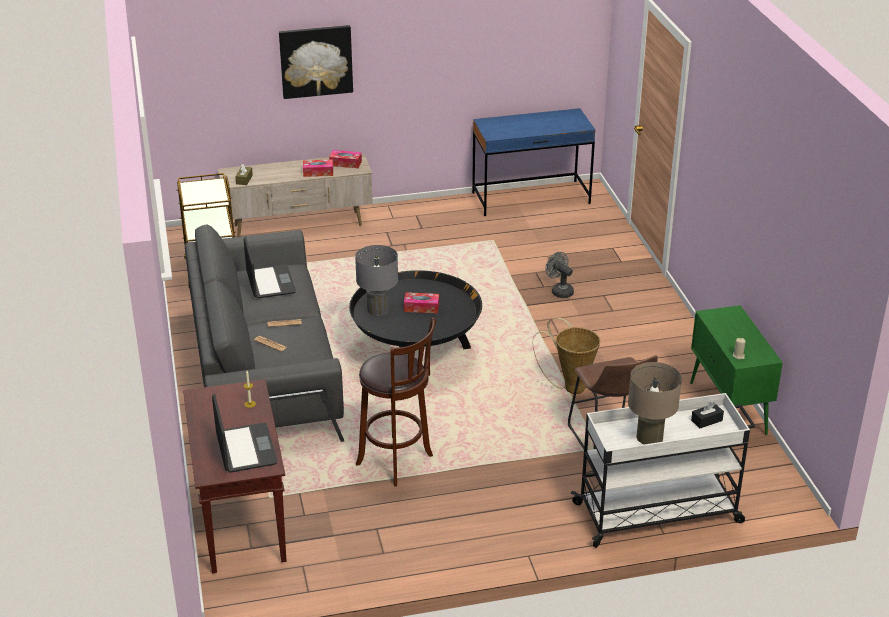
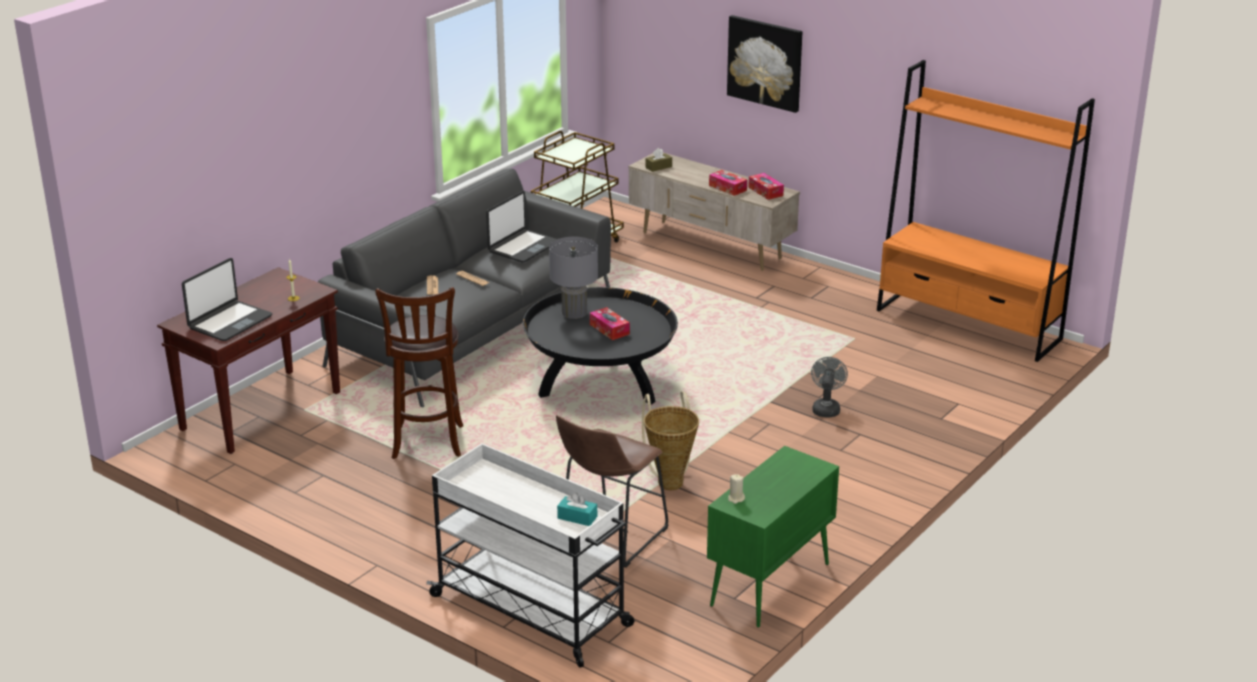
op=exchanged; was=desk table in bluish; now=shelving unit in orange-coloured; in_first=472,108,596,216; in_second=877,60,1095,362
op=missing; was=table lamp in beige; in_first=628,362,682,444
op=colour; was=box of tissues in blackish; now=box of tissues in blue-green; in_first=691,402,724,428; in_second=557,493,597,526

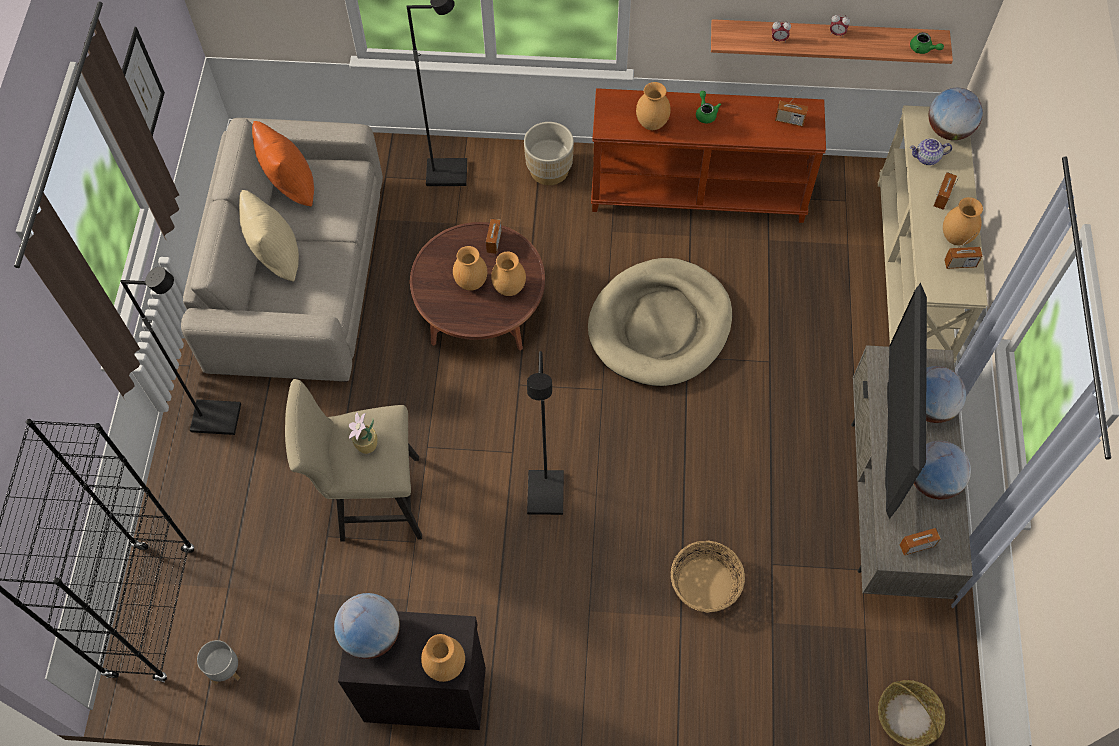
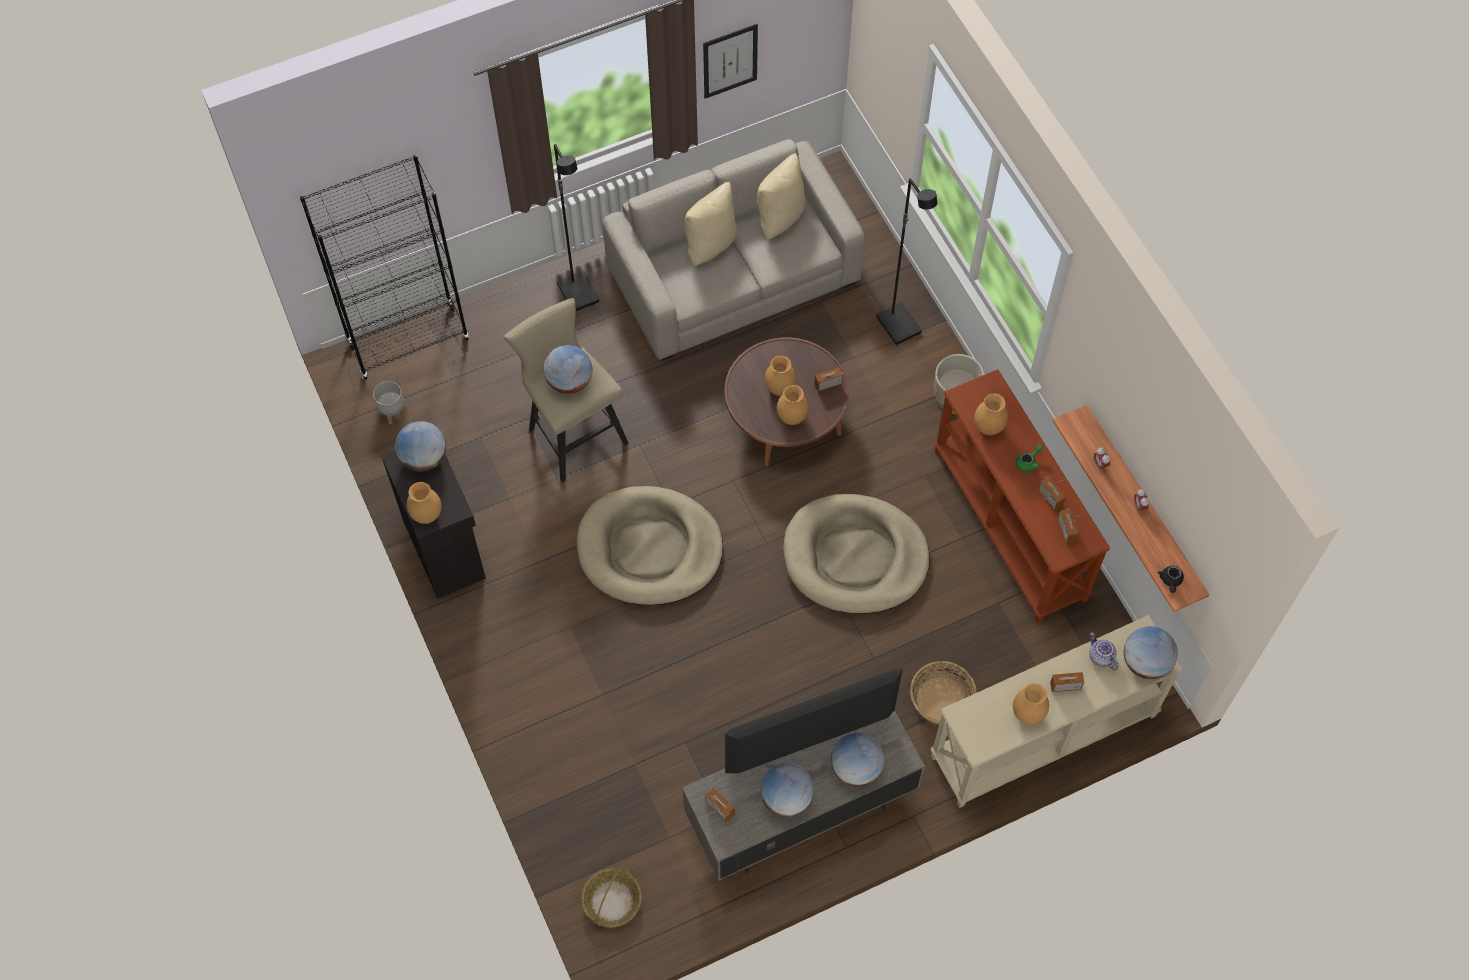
op=colour; was=tea pot in green; now=tea pot in blackish; in_first=910,32,944,54; in_second=1158,566,1184,593
op=colour; was=pillow in orange-coloured; now=pillow in beige; in_first=252,121,314,207; in_second=757,153,806,240
op=relocated; was=radio; in_first=944,233,982,269; in_second=1038,476,1066,510
op=exchanged; was=standard lamp in blackish; now=dog bed in beige; in_first=527,351,564,515; in_second=577,486,723,606
op=exchanged; was=houseplant; now=world globe; in_first=349,412,378,454; in_second=543,345,593,394
op=relocated; was=basket; in_first=671,540,745,613; in_second=910,661,977,724

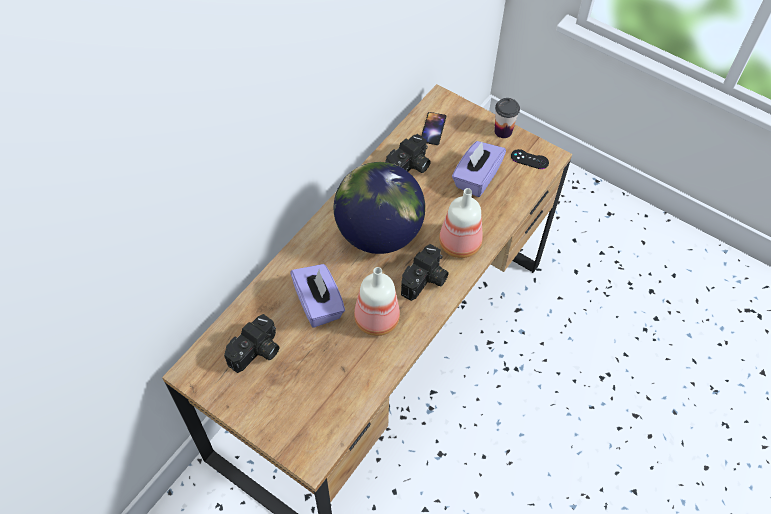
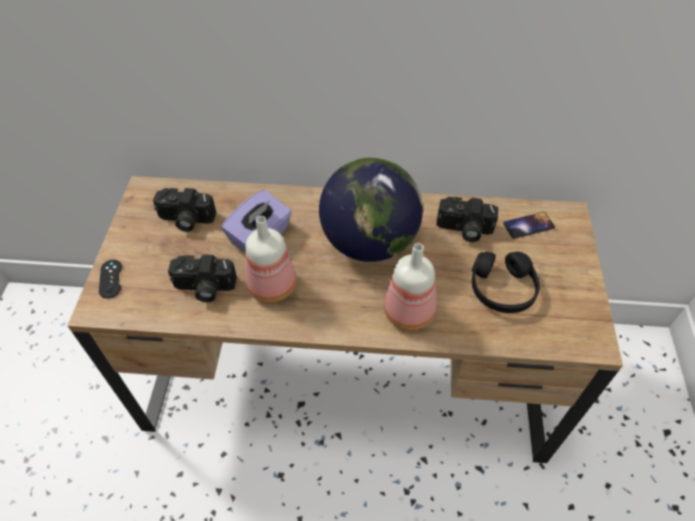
op=missing; was=small cup; in_first=494,98,520,138
op=exchanged; was=box of tissues in purple-coloured; now=headphones in blackish; in_first=452,141,506,197; in_second=472,252,540,313
op=relocated; was=joypad in blackish; in_first=511,149,549,169; in_second=99,260,122,299
op=relocated; was=photo camera; in_first=401,244,449,301; in_second=168,255,237,303

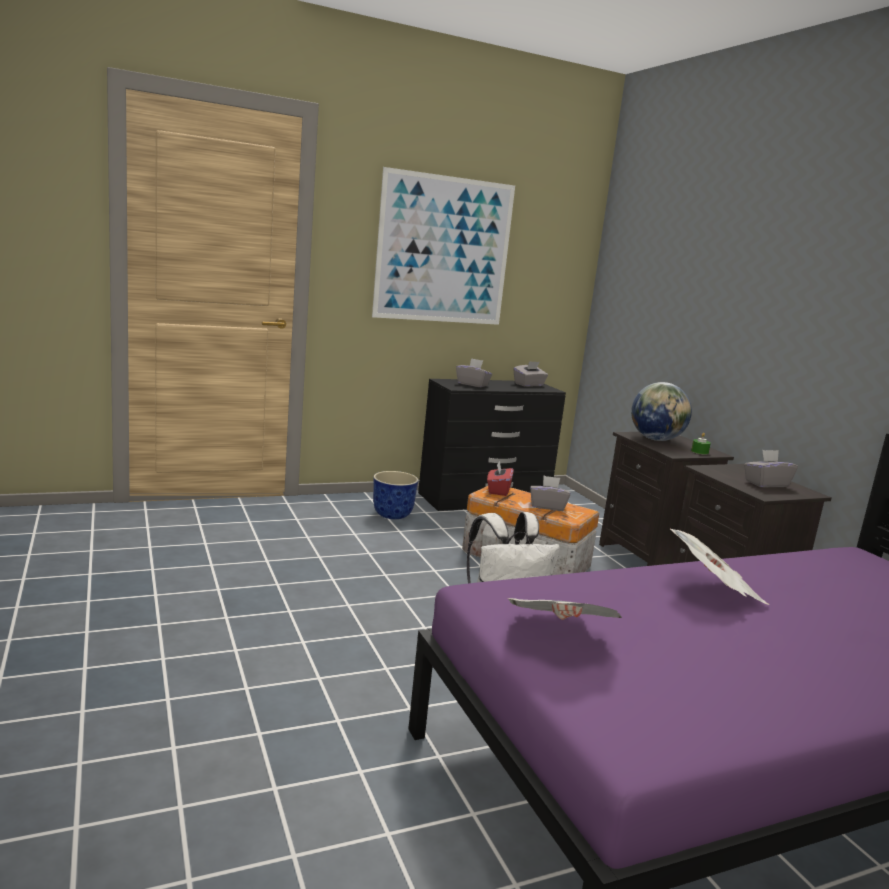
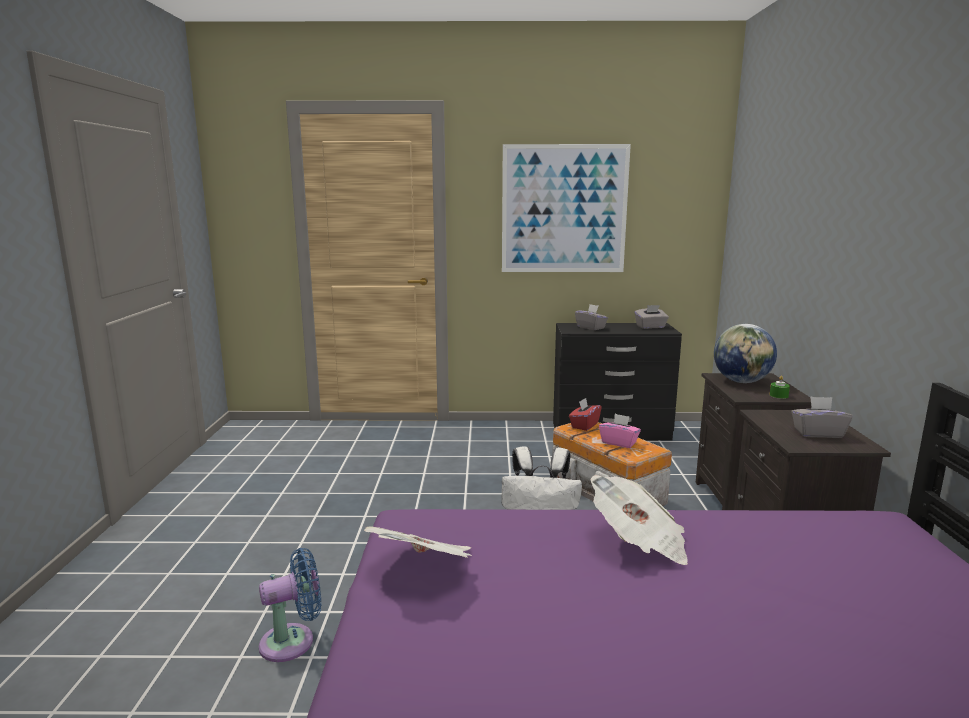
op=missing; was=flower pot; in_first=373,471,418,519
op=colour; was=box of tissues in grey; now=box of tissues in pink; in_first=530,475,570,511; in_second=599,414,641,448
op=appeared; now=fan in bluish; in_second=259,548,321,662

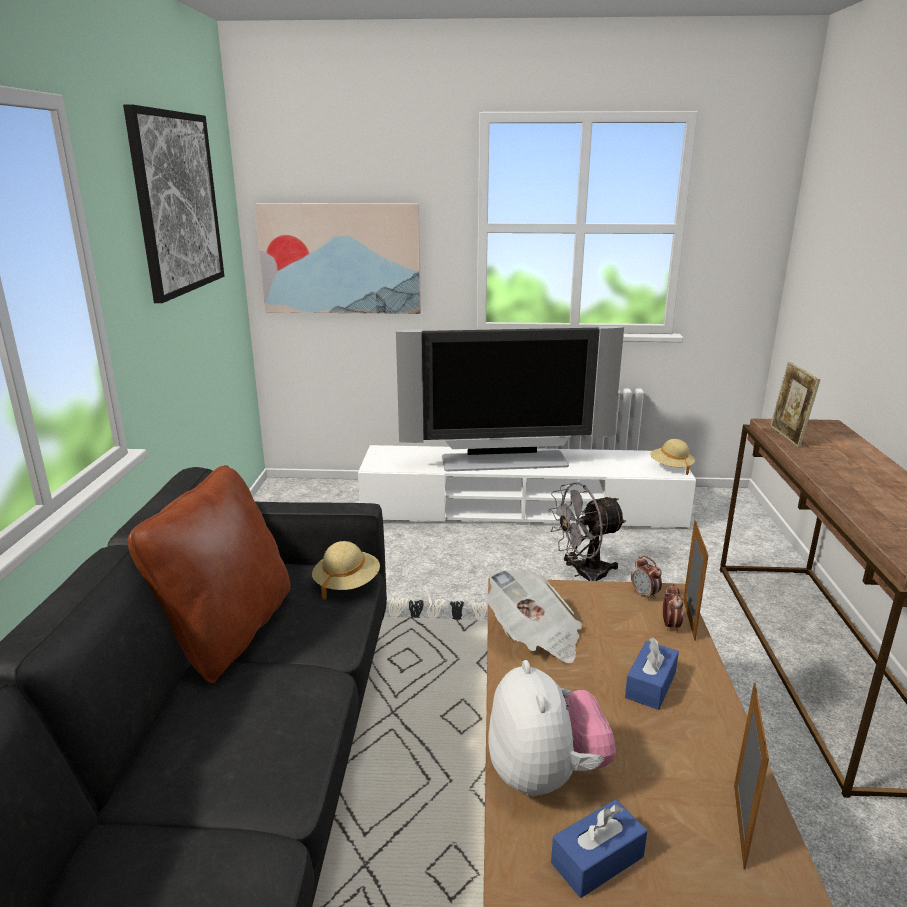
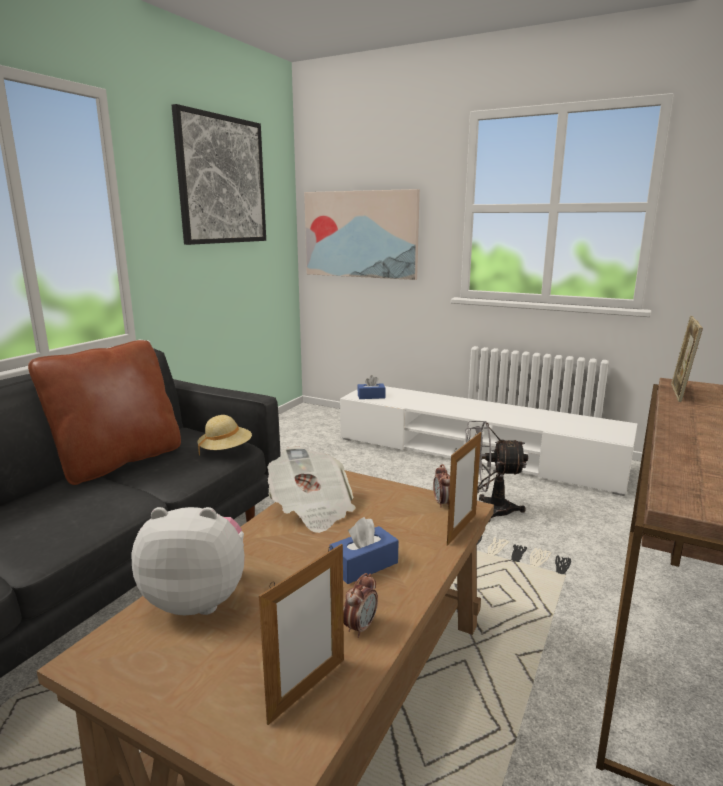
op=missing; was=TV set; in_first=396,326,624,471
op=missing; was=wearable hat in beige; in_first=650,439,695,475
op=relocated; was=bedside clock; in_first=663,583,684,632; in_second=343,573,378,638
op=spun; was=soft toy; in_first=488,660,616,796; in_second=132,507,245,616; clockwise=-105
op=relocated; was=box of tissues in bluish; in_first=551,799,647,898; in_second=357,375,386,399

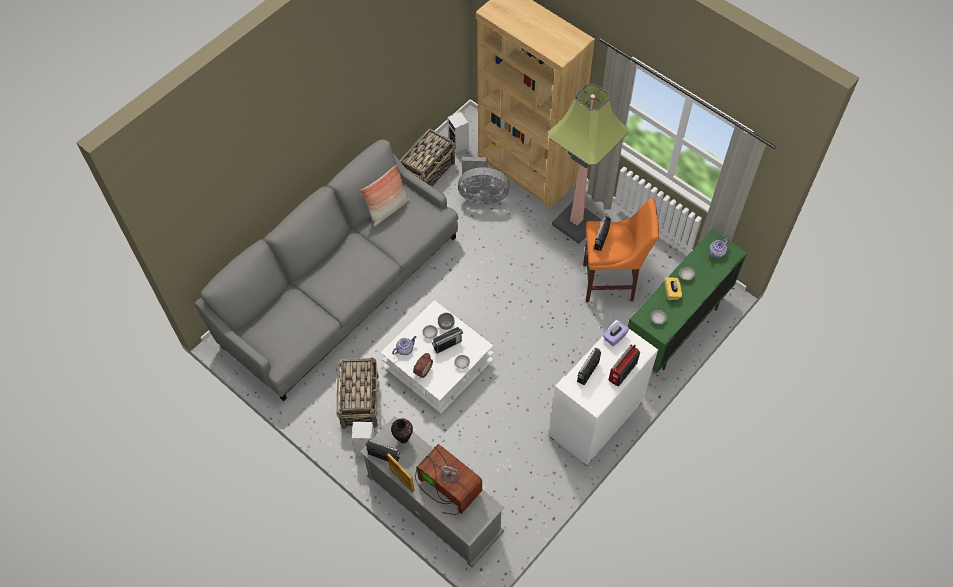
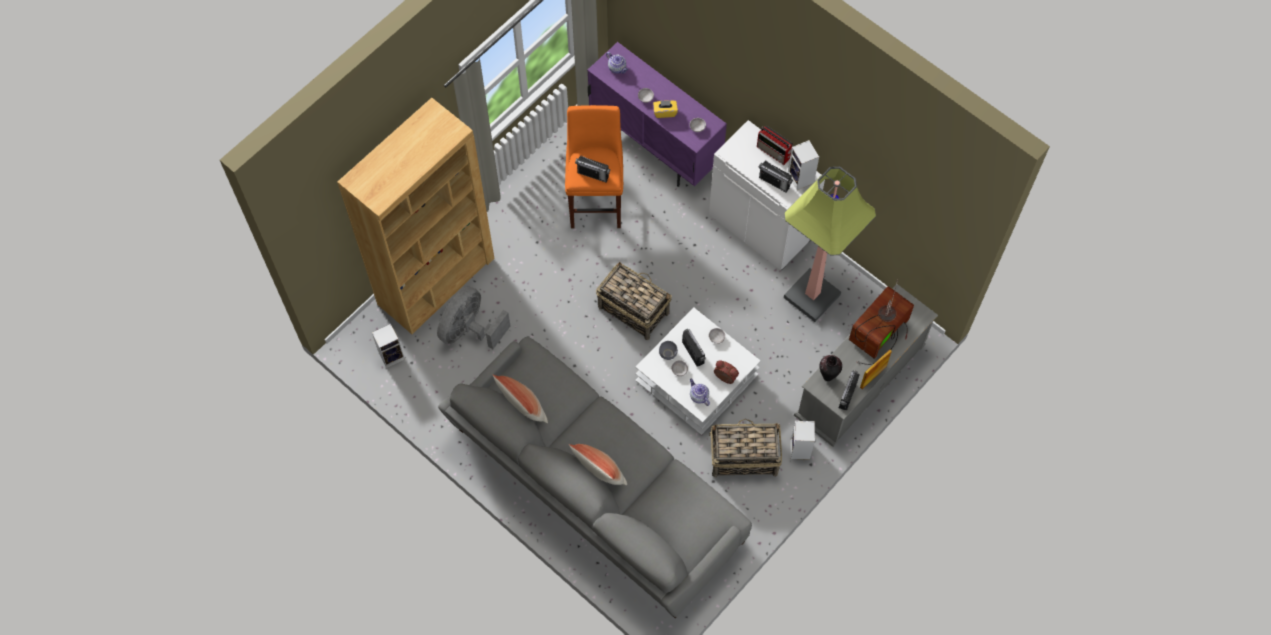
op=relocated; was=standard lamp; in_first=548,84,628,244; in_second=784,167,876,322
op=relocated; was=basket; in_first=400,129,456,187; in_second=596,262,672,340
op=spun; was=fan in grey; in_first=458,157,510,204; in_second=437,287,510,349; clockwise=-150
op=colour; was=cabinet in green; now=cabinet in purple-coloured; in_first=628,230,747,374; in_second=587,42,727,187
op=missing; was=box of tissues in purple-coloured; in_first=603,321,629,346
op=appeared; now=speaker; in_second=788,140,819,190
op=appeared; now=pillow; in_second=569,444,627,485

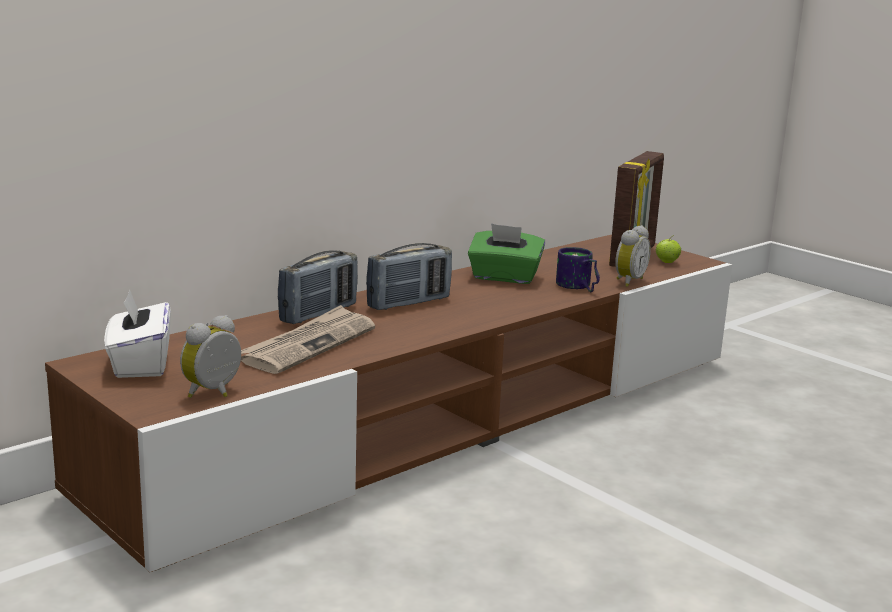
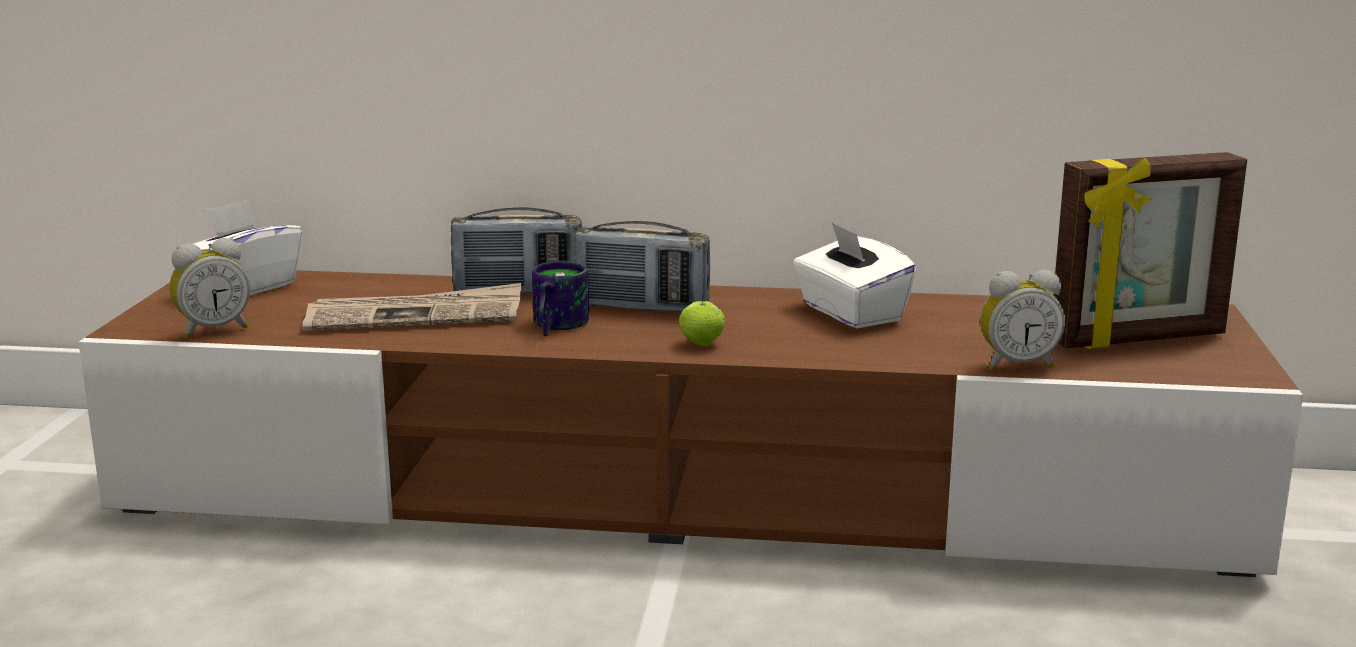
op=colour; was=box of tissues in green; now=box of tissues in white-coloured; in_first=468,223,545,284; in_second=794,222,916,328
op=relocated; was=apple; in_first=656,235,681,263; in_second=679,296,725,346
op=relocated; was=coffee mug; in_first=556,247,600,292; in_second=532,261,589,336
op=spun; was=bedside clock; in_first=180,315,241,398; in_second=169,238,250,339; clockwise=150

